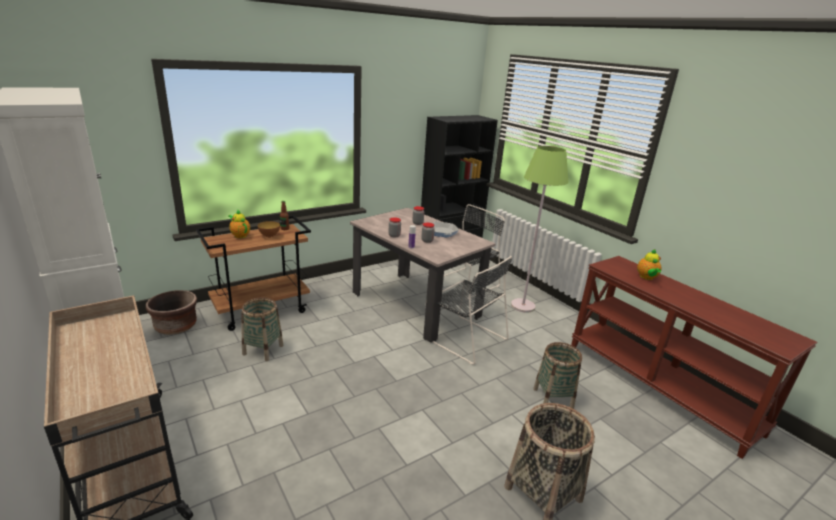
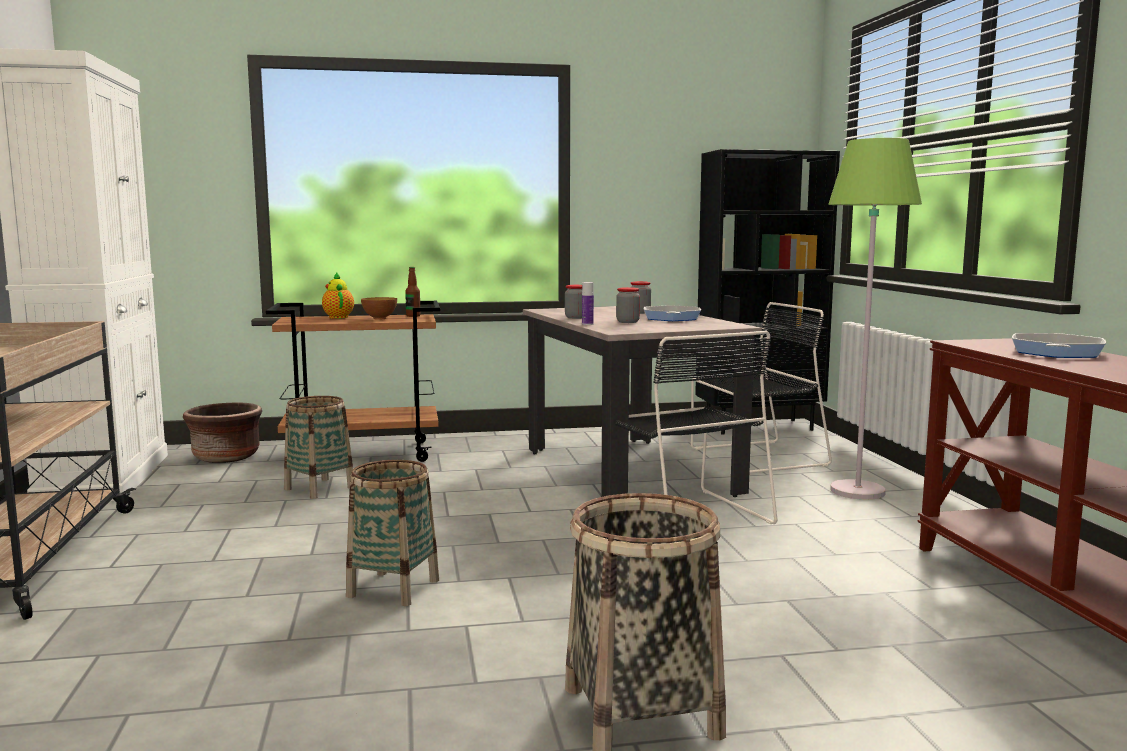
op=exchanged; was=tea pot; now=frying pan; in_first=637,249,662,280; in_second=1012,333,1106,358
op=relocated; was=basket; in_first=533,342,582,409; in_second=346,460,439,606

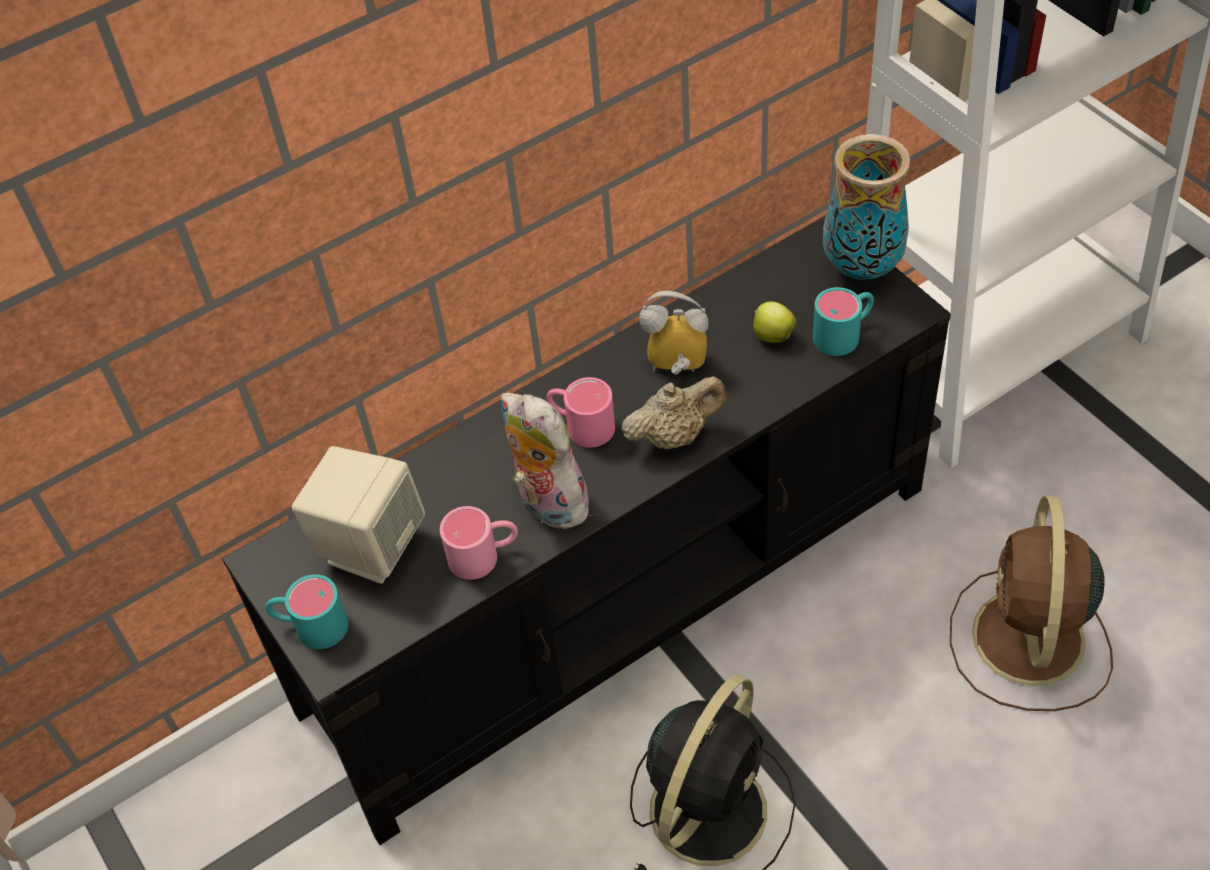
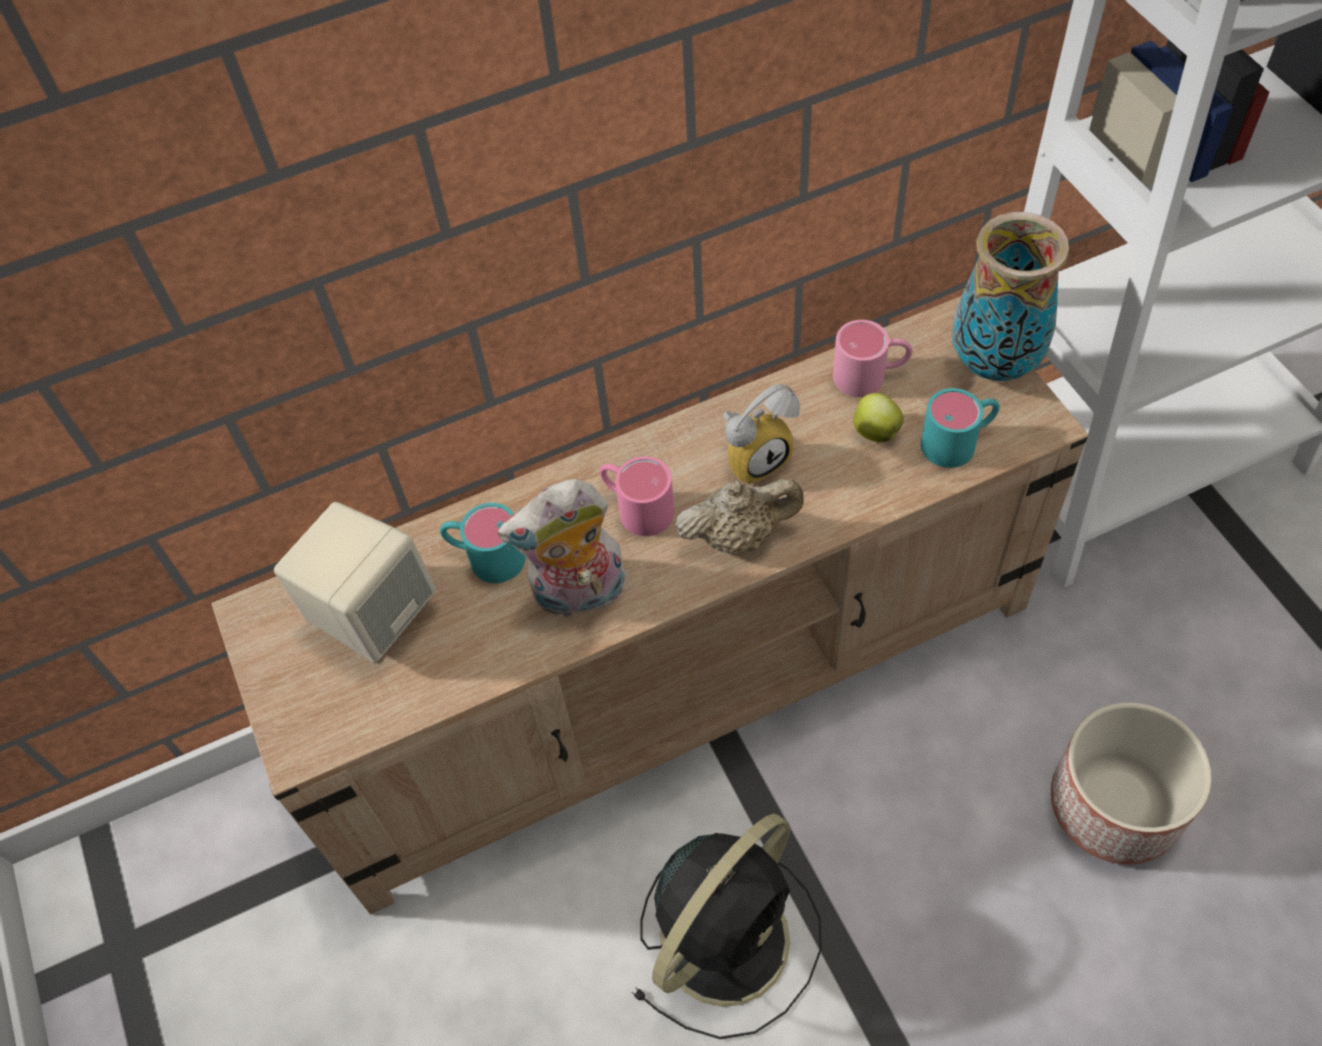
op=colour; was=tv stand in blackish; now=tv stand in beige; in_first=222,215,951,845; in_second=211,296,1089,914
op=spun; was=bedside clock; in_first=639,291,709,375; in_second=723,384,800,485; clockwise=135
op=spun; was=soft toy; in_first=501,393,595,530; in_second=497,479,625,618; clockwise=-75
op=exchanged; was=fan in brown-coloured; now=flower pot; in_first=950,496,1113,711; in_second=1051,703,1212,864
op=relocated; was=coffee mug in pink; in_first=440,506,518,580; in_second=833,320,912,397
op=relocated; was=coffee mug in blue-green; in_first=265,574,348,649; in_second=440,503,526,583

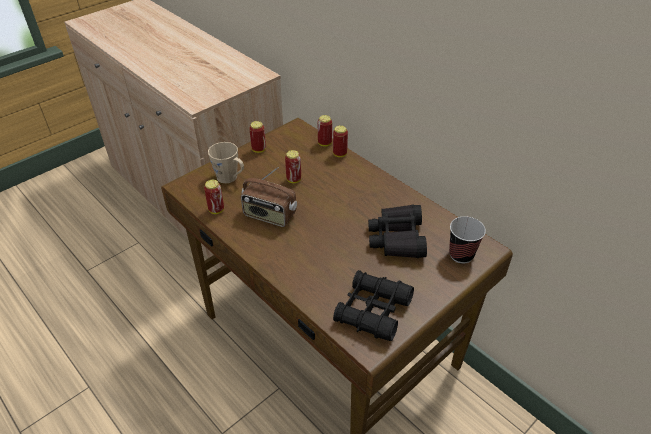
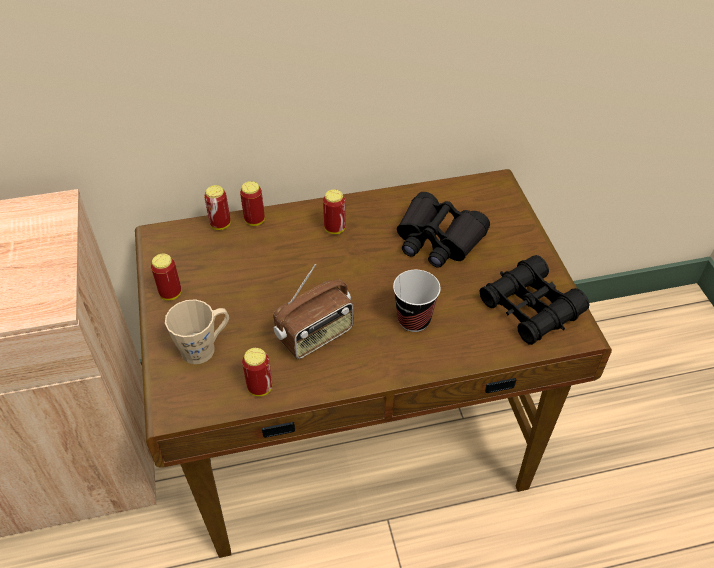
op=relocated; was=can; in_first=285,150,301,183; in_second=323,189,345,234
op=relocated; was=small cup; in_first=449,216,486,264; in_second=393,270,441,332

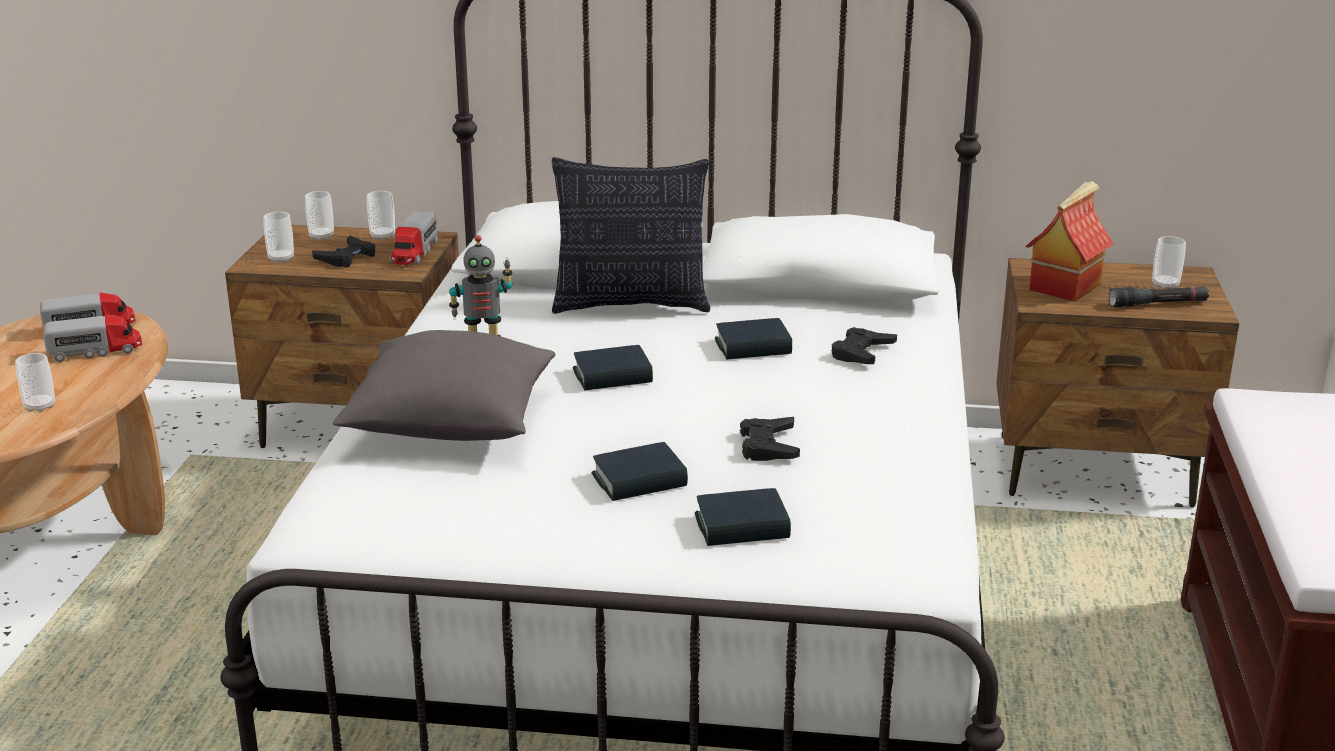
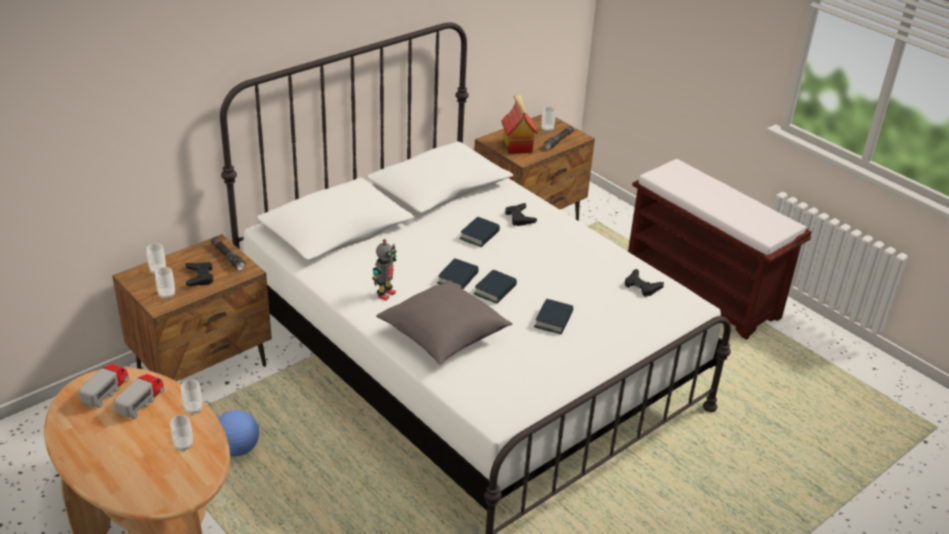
op=missing; was=pillow; in_first=552,157,710,314
op=relocated; was=small cup; in_first=367,191,395,241; in_second=181,380,202,415
op=exchanged; was=model truck; now=torch in blackish; in_first=390,211,438,265; in_second=211,237,246,271
op=relocated; was=joypad in blackish; in_first=740,417,800,461; in_second=625,269,664,297
op=relocated; was=volume; in_first=695,488,791,546; in_second=474,269,517,304
op=appeared; now=ball for football; in_second=218,410,259,456

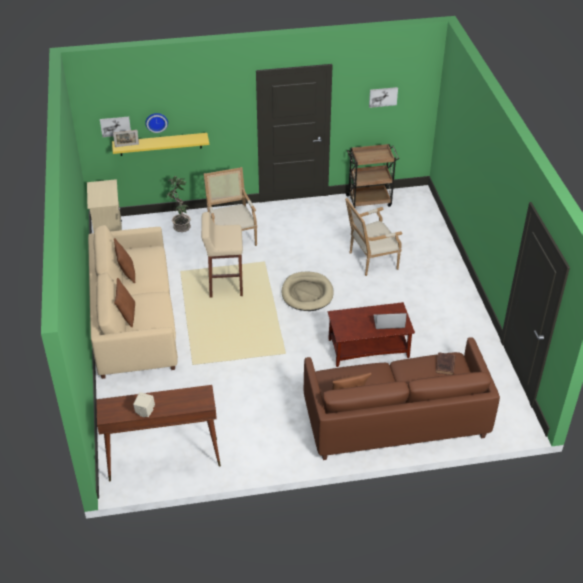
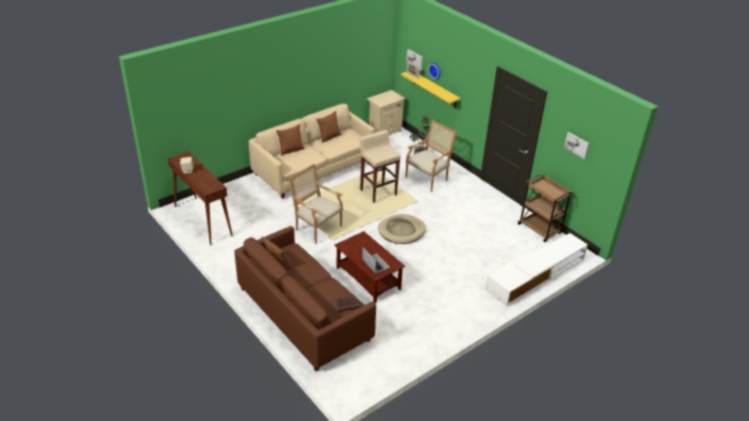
op=relocated; was=lounge chair; in_first=345,198,402,276; in_second=289,164,343,244
op=appeared; now=tv stand in white-coloured; in_second=485,233,588,307

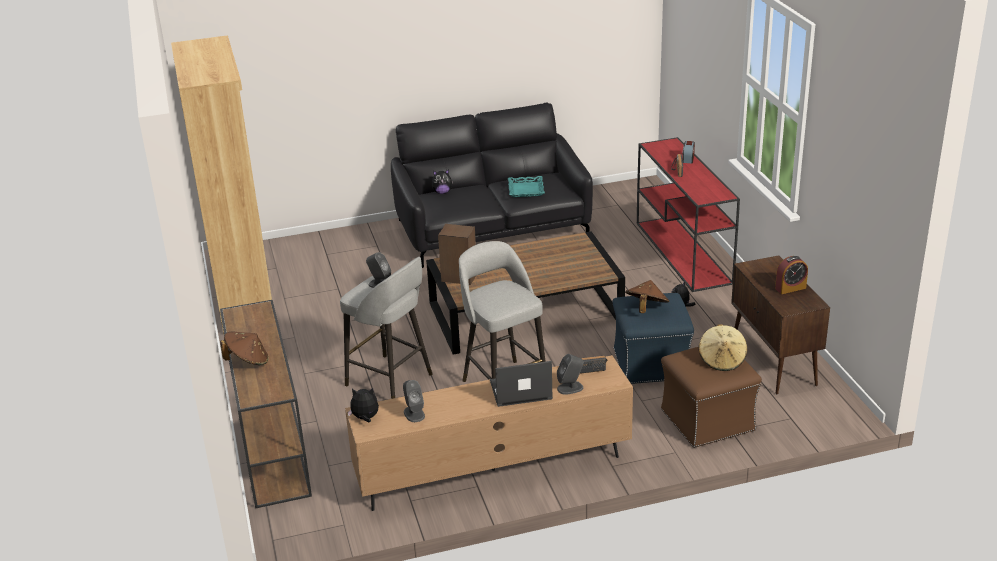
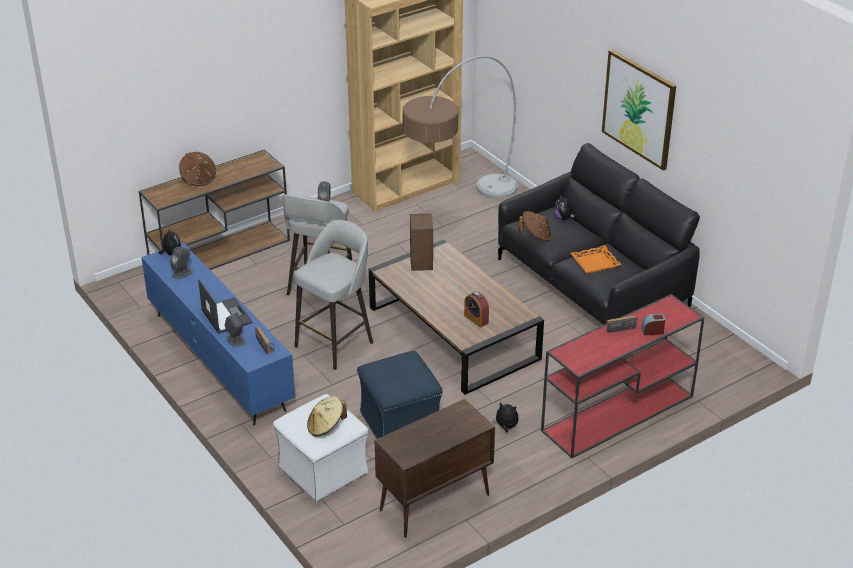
op=colour; was=serving tray in blue-green; now=serving tray in orange-coloured; in_first=508,176,545,197; in_second=571,245,622,274
op=relocated; was=bedside clock; in_first=775,256,808,294; in_second=464,292,489,328
op=relocated; was=wearable hat in brown-coloured; in_first=625,280,670,313; in_second=518,211,551,241
op=colour; was=pouffe in brown-coloured; now=pouffe in white-coloured; in_first=661,347,762,448; in_second=273,394,369,502
op=colour; was=tv stand in brown-coloured; now=tv stand in bluish; in_first=345,355,633,511; in_second=141,243,295,425
op=appeared; now=wall art; in_second=602,50,676,170
op=appeared; now=standard lamp; in_second=402,56,518,199

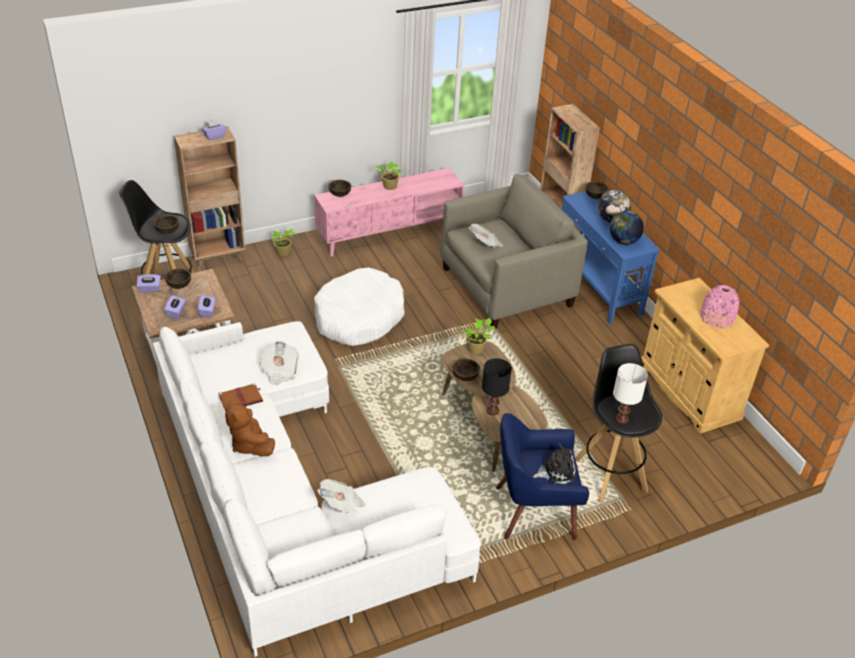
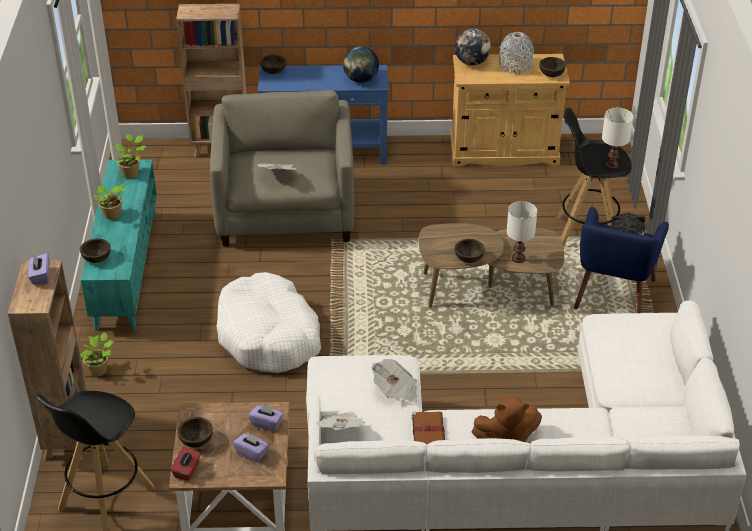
op=colour; was=tv stand in pink; now=tv stand in blue-green; in_first=314,168,464,257; in_second=81,160,157,331
op=relocated; was=world globe; in_first=598,190,631,223; in_second=455,28,491,65
op=relocated; was=serving bowl in brown-coloured; in_first=153,215,179,234; in_second=539,57,566,77
op=colour; was=box of tissues in purple-coloured; now=box of tissues in red; in_first=137,274,161,292; in_second=171,446,201,481
op=colour; was=flower vase in pink; now=flower vase in grey; in_first=700,285,740,329; in_second=499,32,534,74
op=relocated; was=houseplant; in_first=462,318,495,354; in_second=112,134,146,179
op=colour; was=table lamp in blackish; now=table lamp in white-coloured; in_first=482,358,512,415; in_second=506,201,537,263
op=relocated; was=printed paper; in_first=317,479,366,513; in_second=317,412,365,430

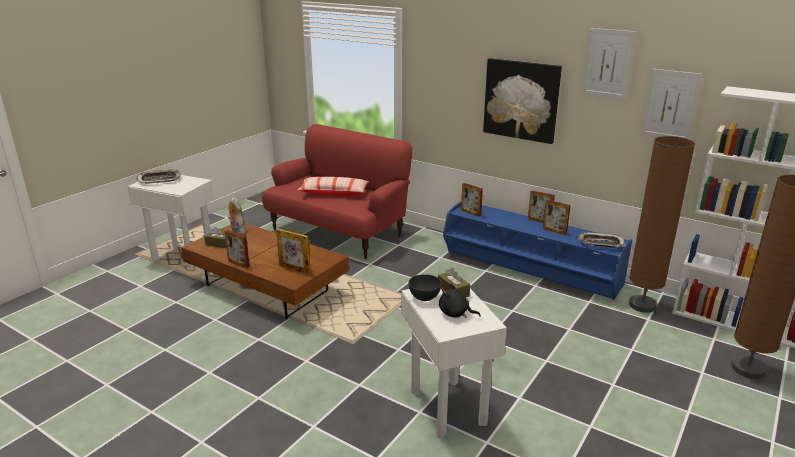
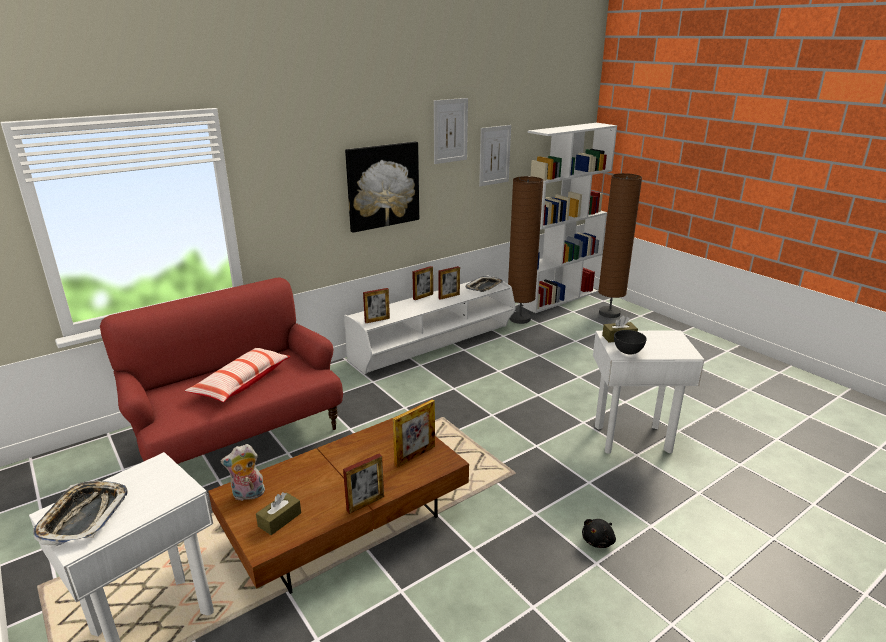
op=colour; was=tv stand in bluish; now=tv stand in white-coloured; in_first=443,202,632,300; in_second=344,276,516,374
op=relocated; was=soft toy in blackish; in_first=439,283,481,318; in_second=582,519,616,548

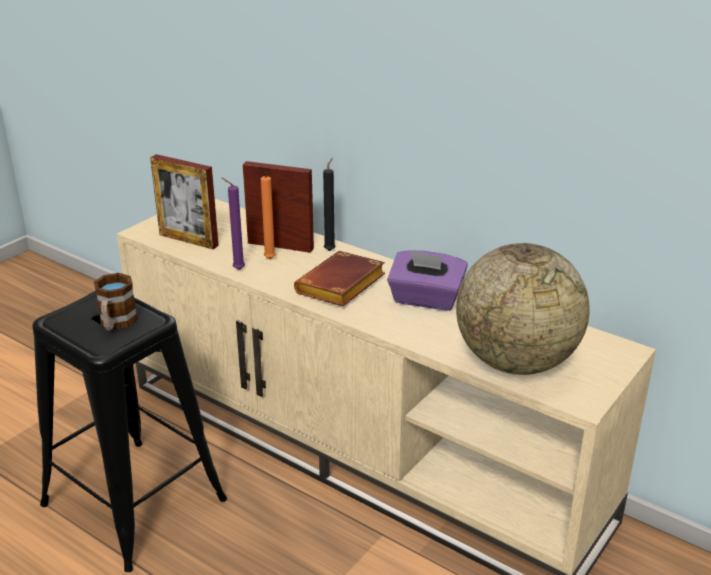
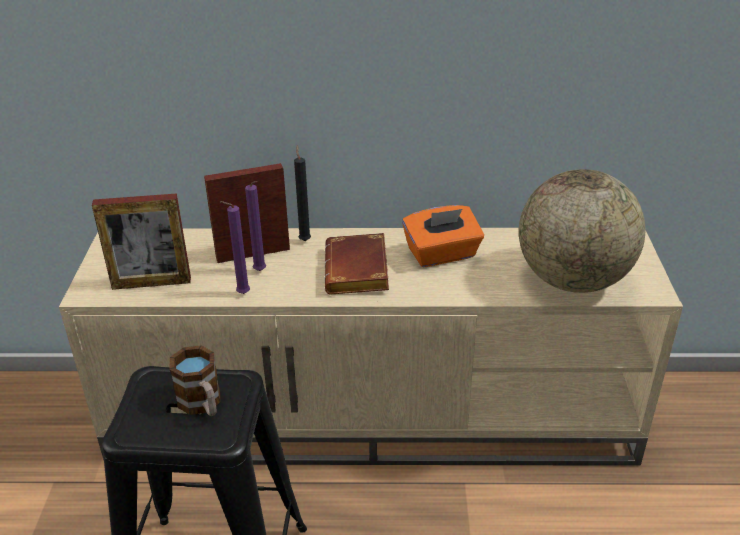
op=colour; was=wax candle in orange-coloured; now=wax candle in purple-coloured; in_first=261,172,276,259; in_second=245,181,266,271
op=colour; was=box of tissues in purple-coloured; now=box of tissues in orange-coloured; in_first=387,250,468,311; in_second=402,205,484,267

